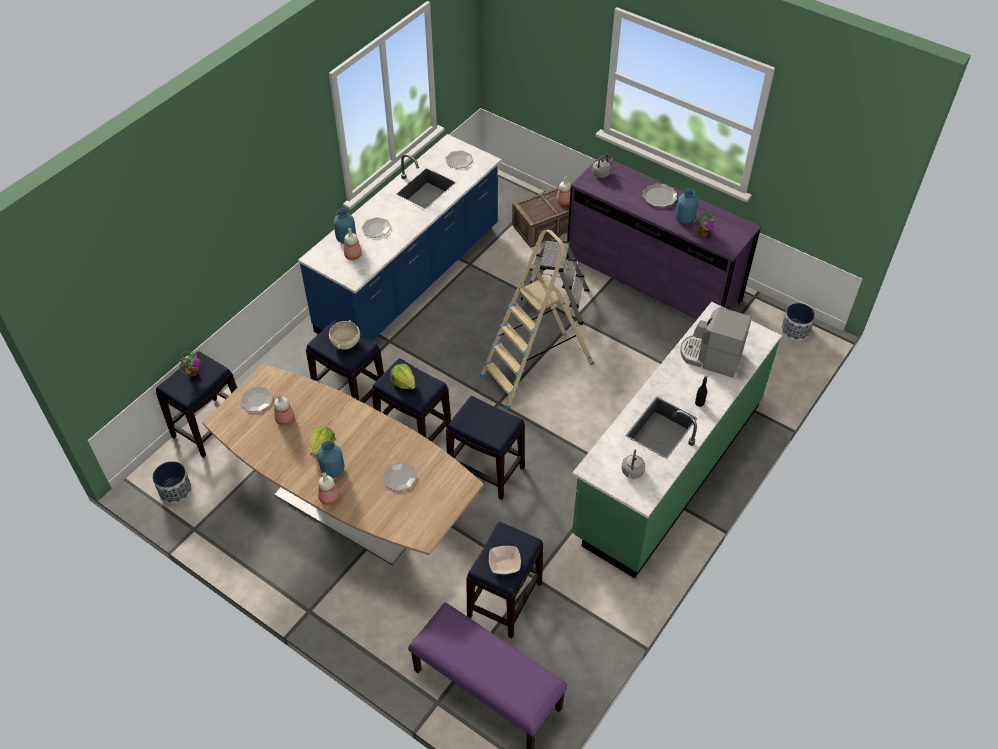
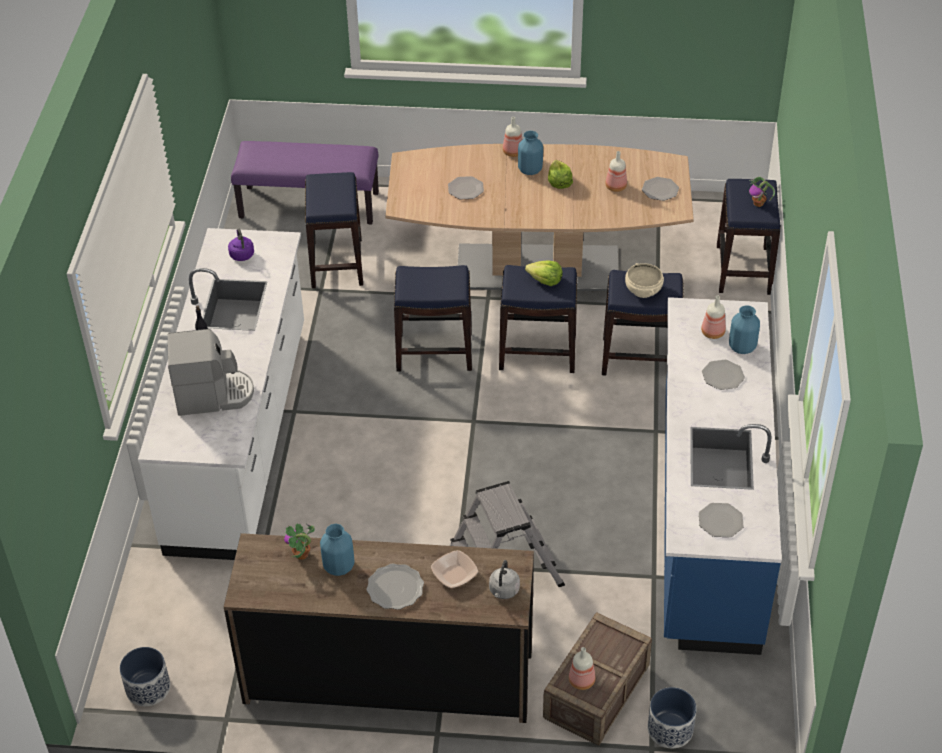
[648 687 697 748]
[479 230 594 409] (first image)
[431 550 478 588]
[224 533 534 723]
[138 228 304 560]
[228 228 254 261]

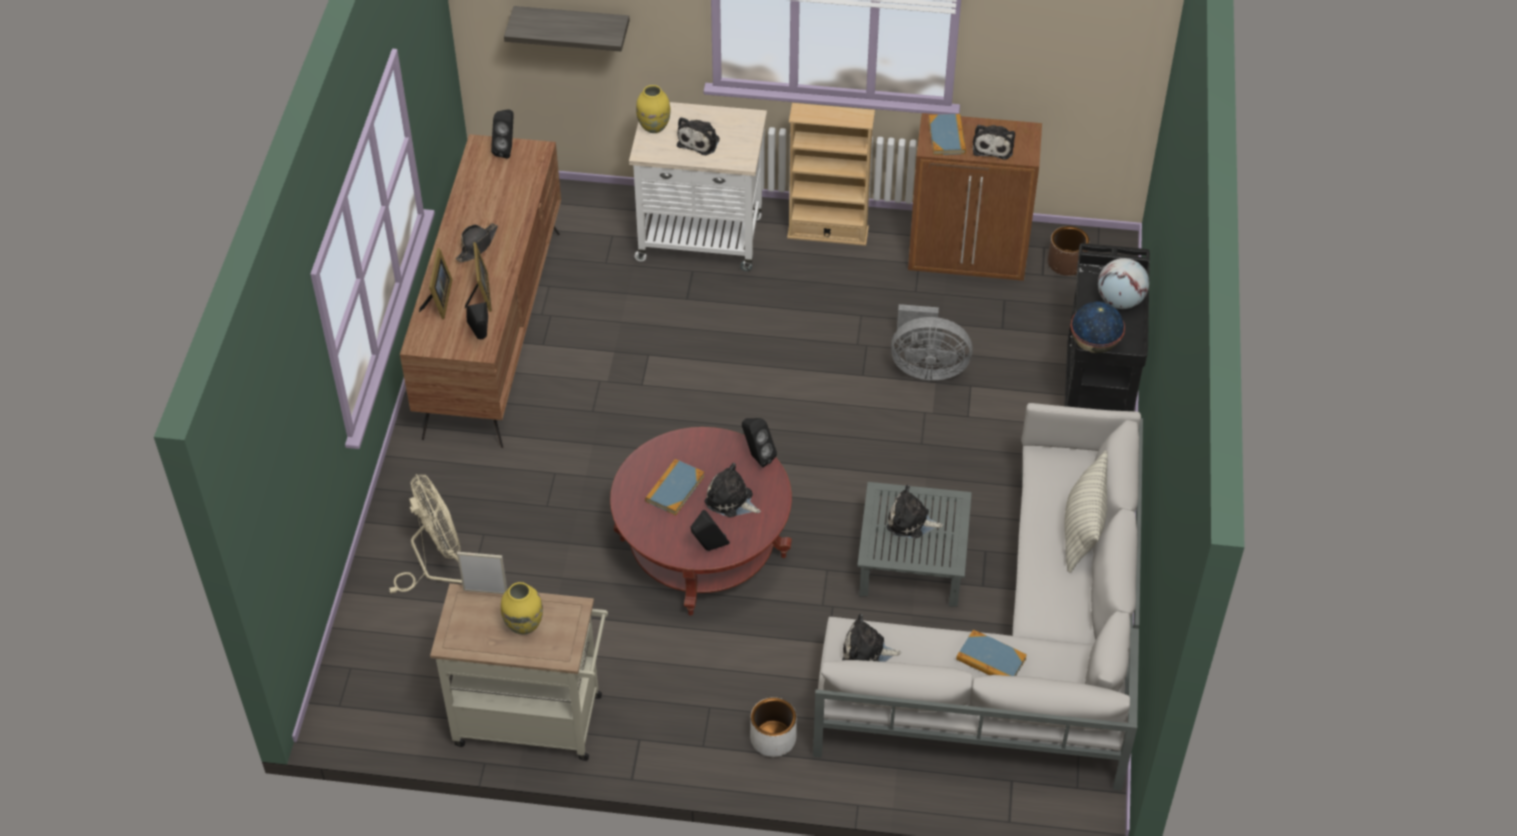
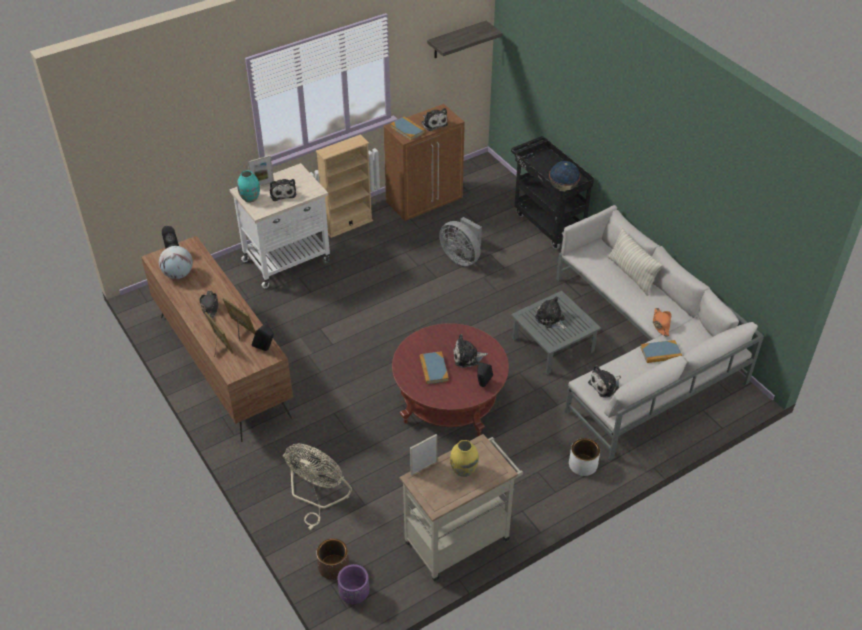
[427 21 503 58]
[237 170 260 203]
[742 418 777 468] (first image)
[535 296 567 329]
[439 217 482 266]
[316 538 349 580]
[159 246 193 279]
[248 155 274 186]
[337 564 369 604]
[653 308 672 337]

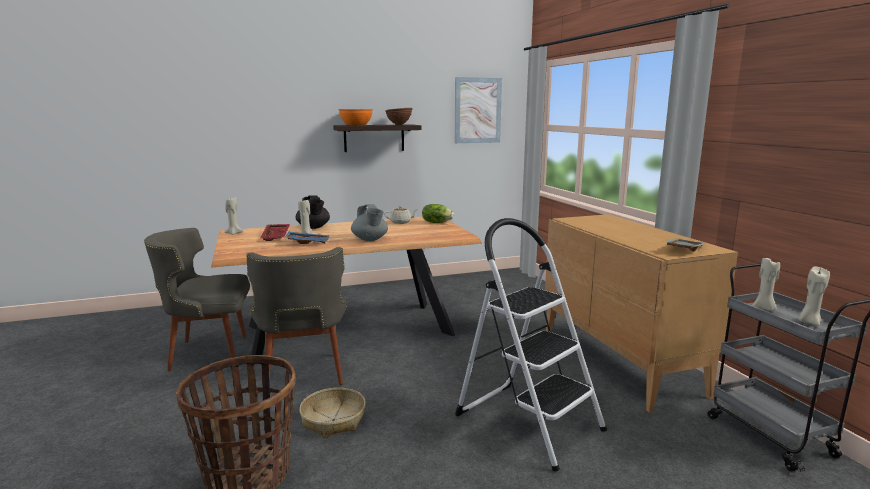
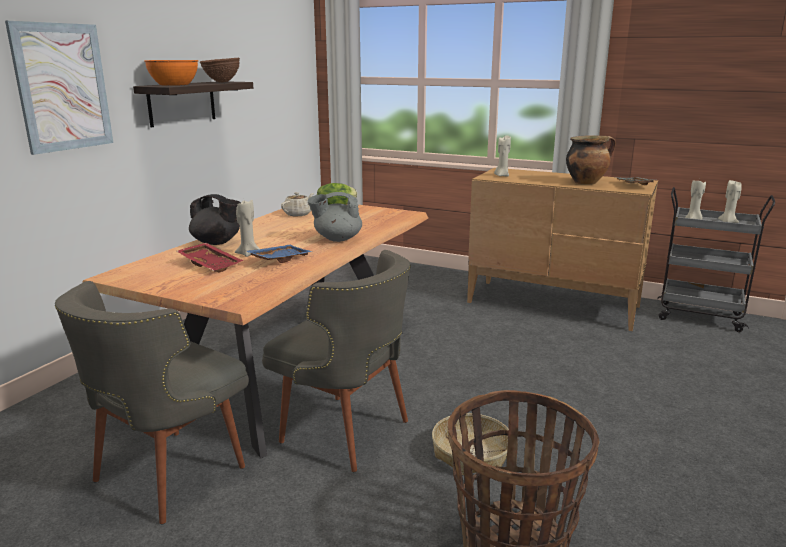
[494 136 511 177]
[308 192 362 242]
[5 21 113 155]
[455 218 607 471] (first image)
[566 135 616 185]

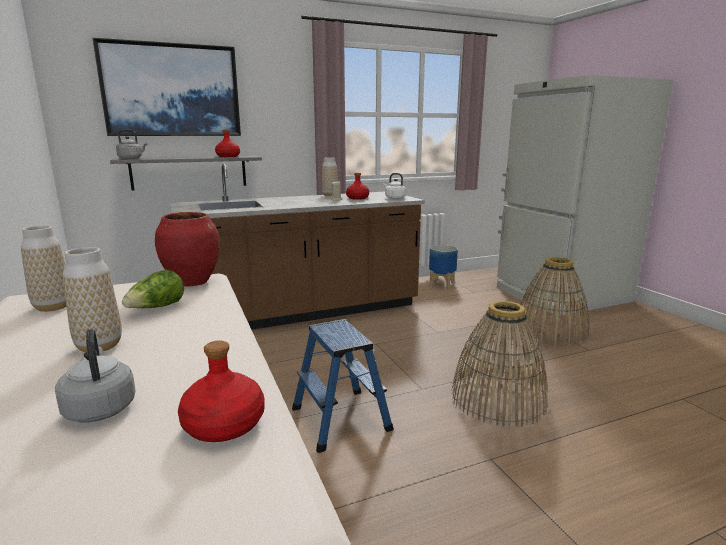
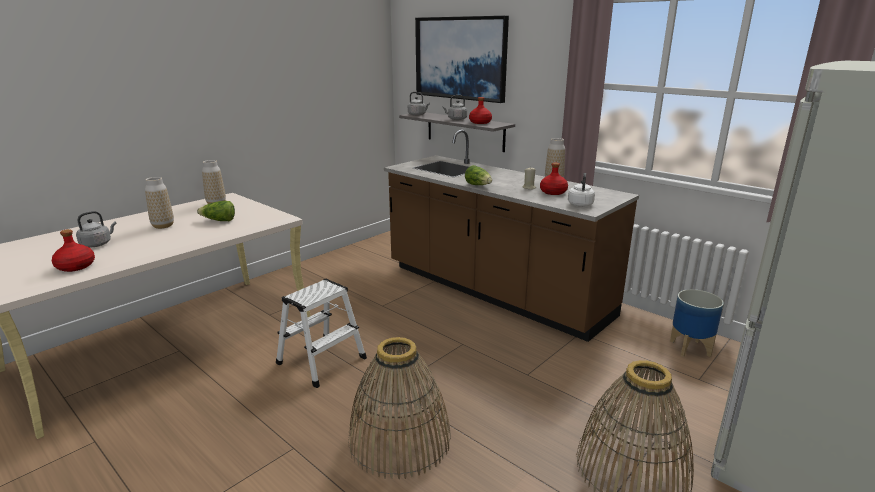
[155 212 220 287] (first image)
[276 279 367 388]
[442 95 467 120]
[465 165 492 185]

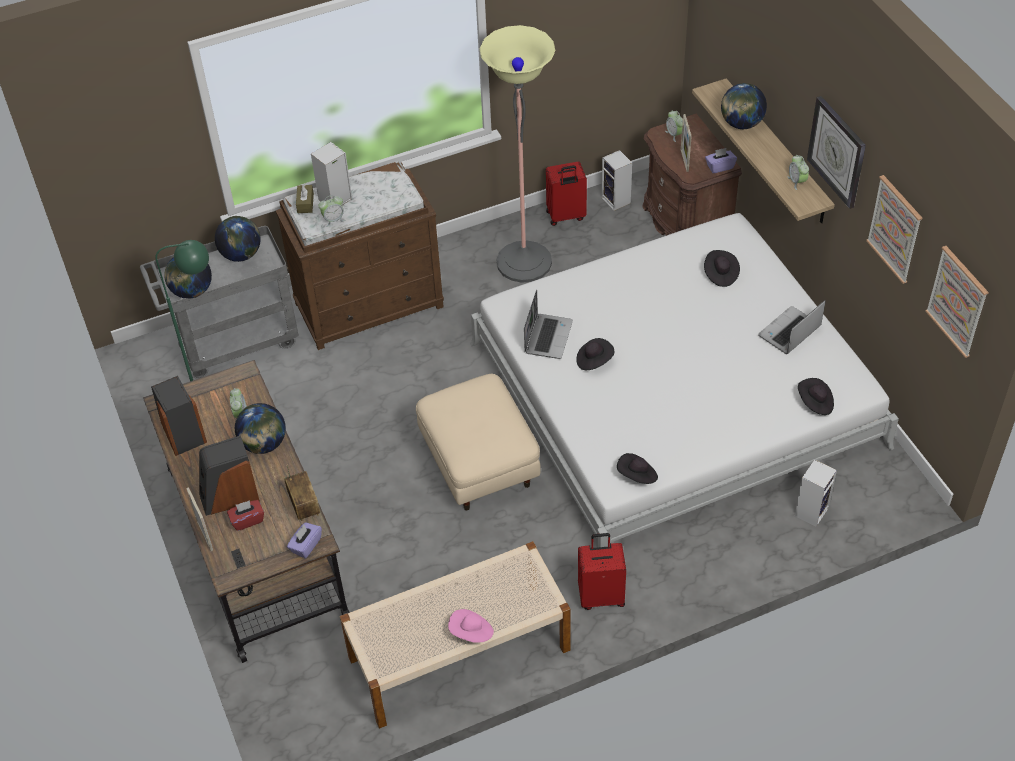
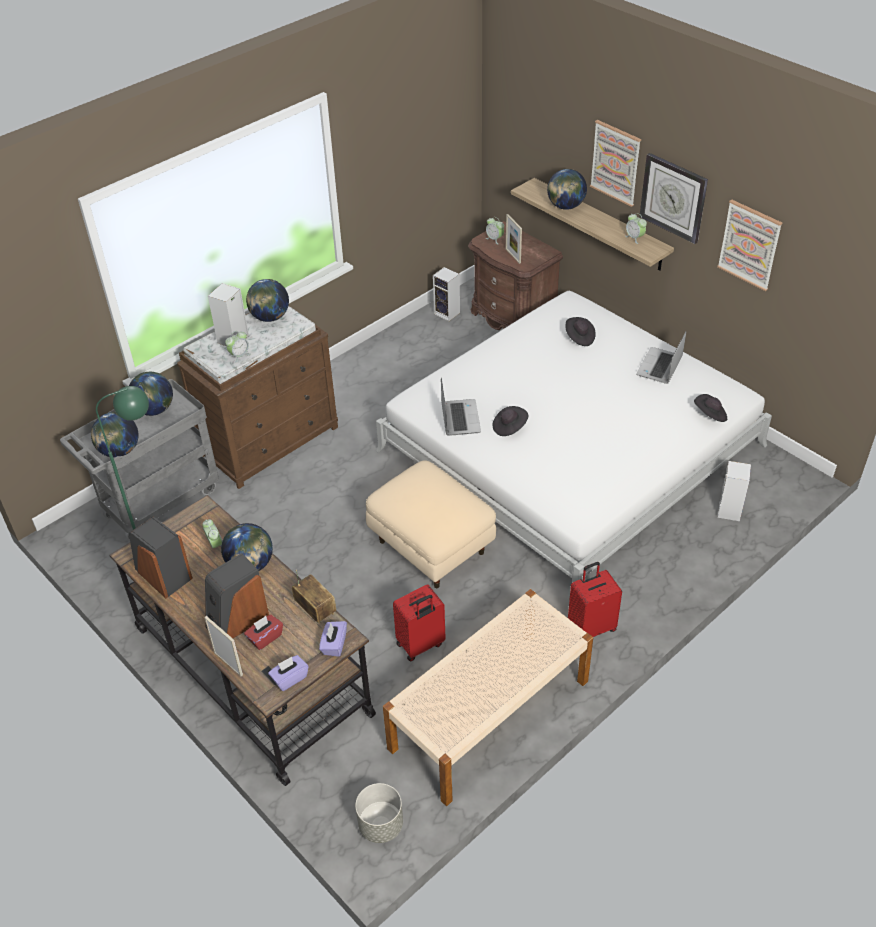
[296 184 314 213] (first image)
[448 609 494 643] (first image)
[480 25 555 283] (first image)
[393 584 446 662]
[617 453 658 484] (first image)
[268 655 308 691]
[590 120 641 207]
[246 279 289 322]
[355 783 403 843]

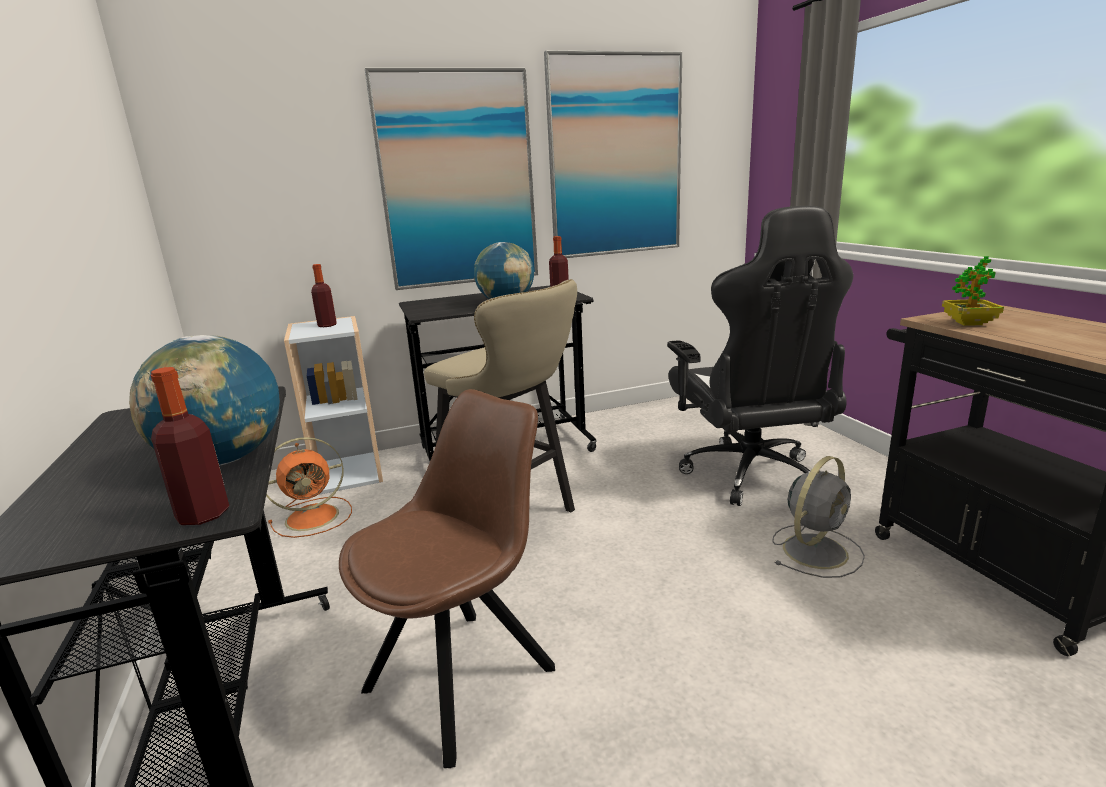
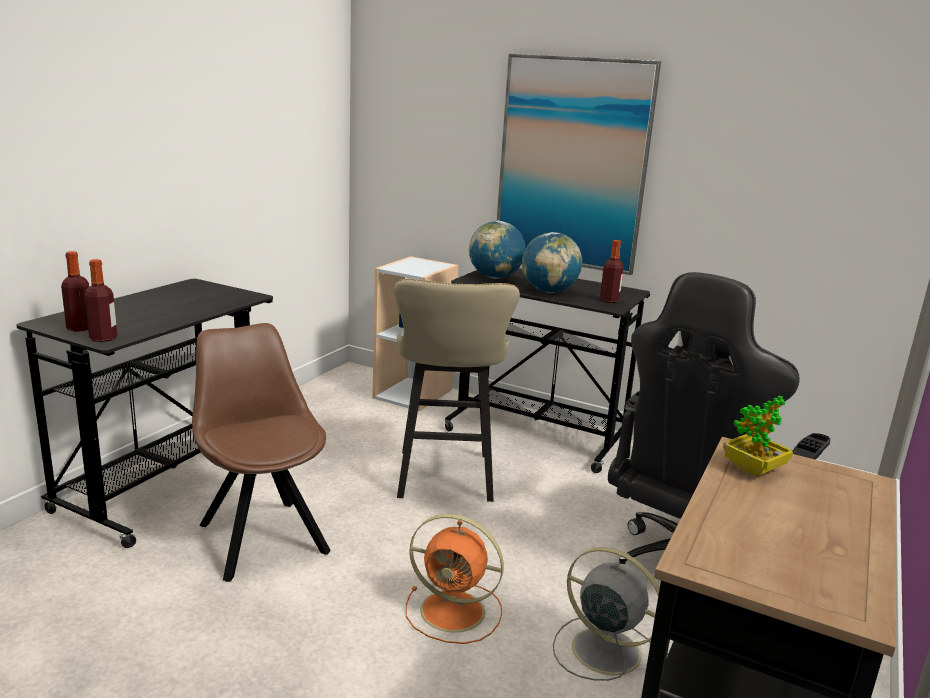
[469 221 526 279]
[406 514 504 644]
[61 251 89 332]
[192 323 330 582]
[544 50 682 258] (first image)
[553 547 660 681]

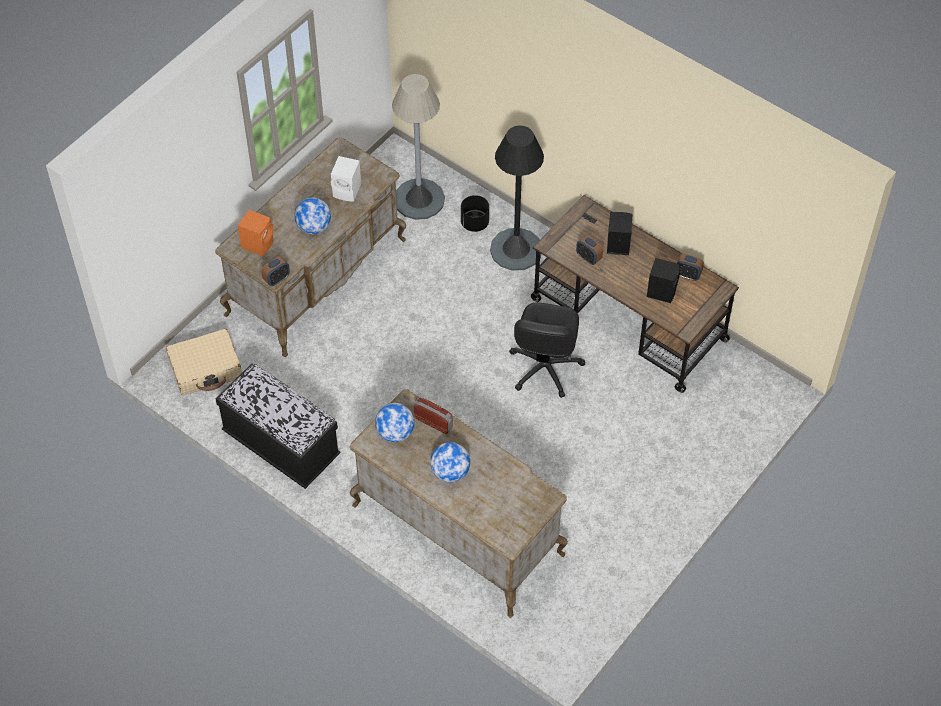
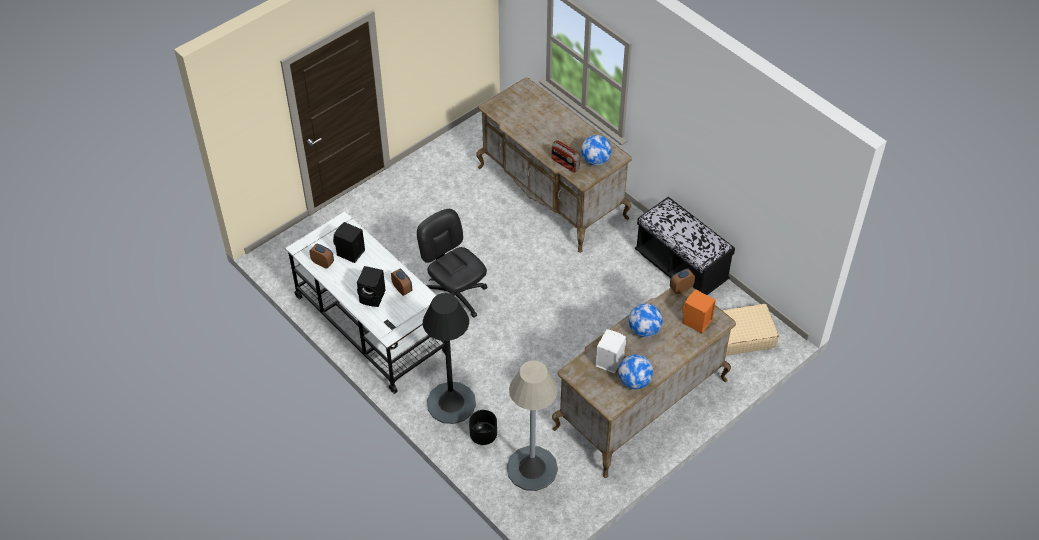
[618 354 653 389]
[417 209 487 318]
[285 211 445 394]

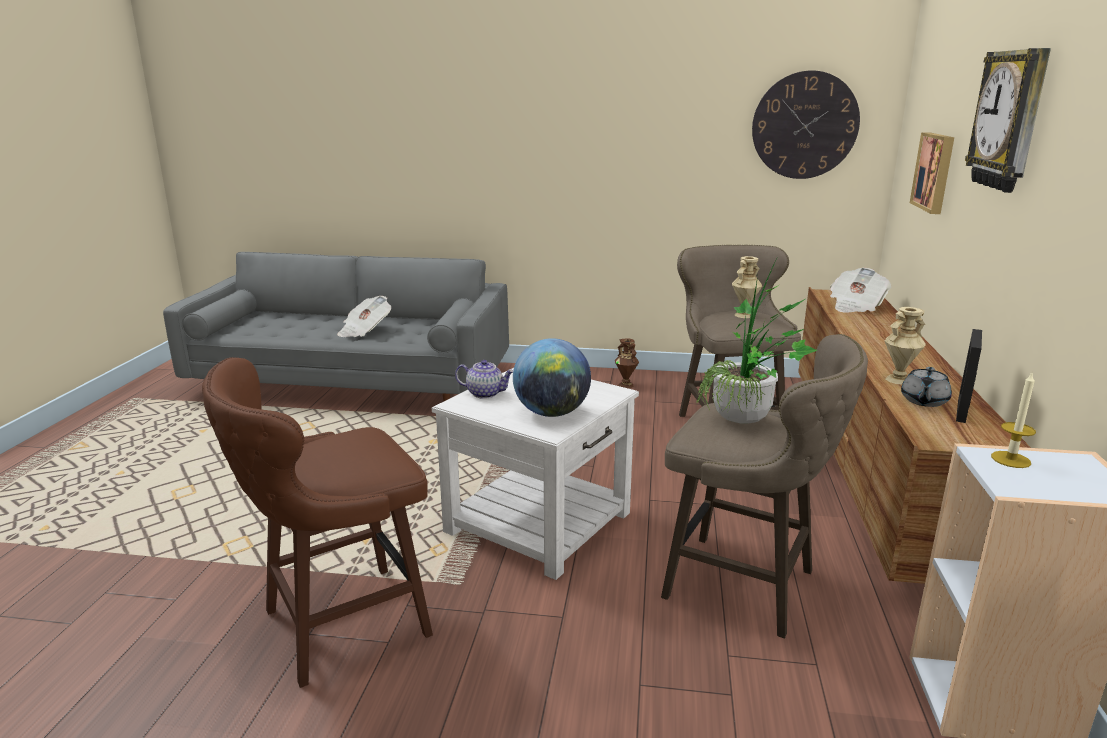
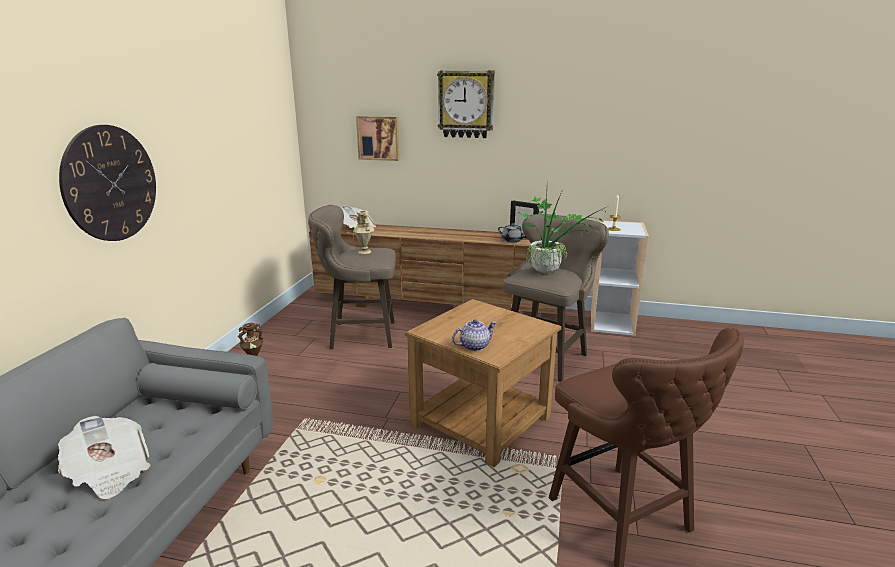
[405 299 562 467]
[452 319 497 351]
[513 338 591 417] (first image)
[59 125 156 241]
[885 307 926 384] (first image)

